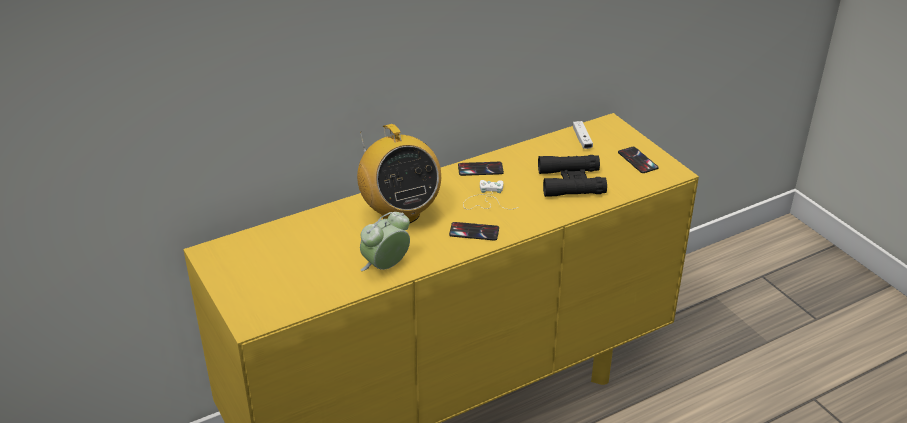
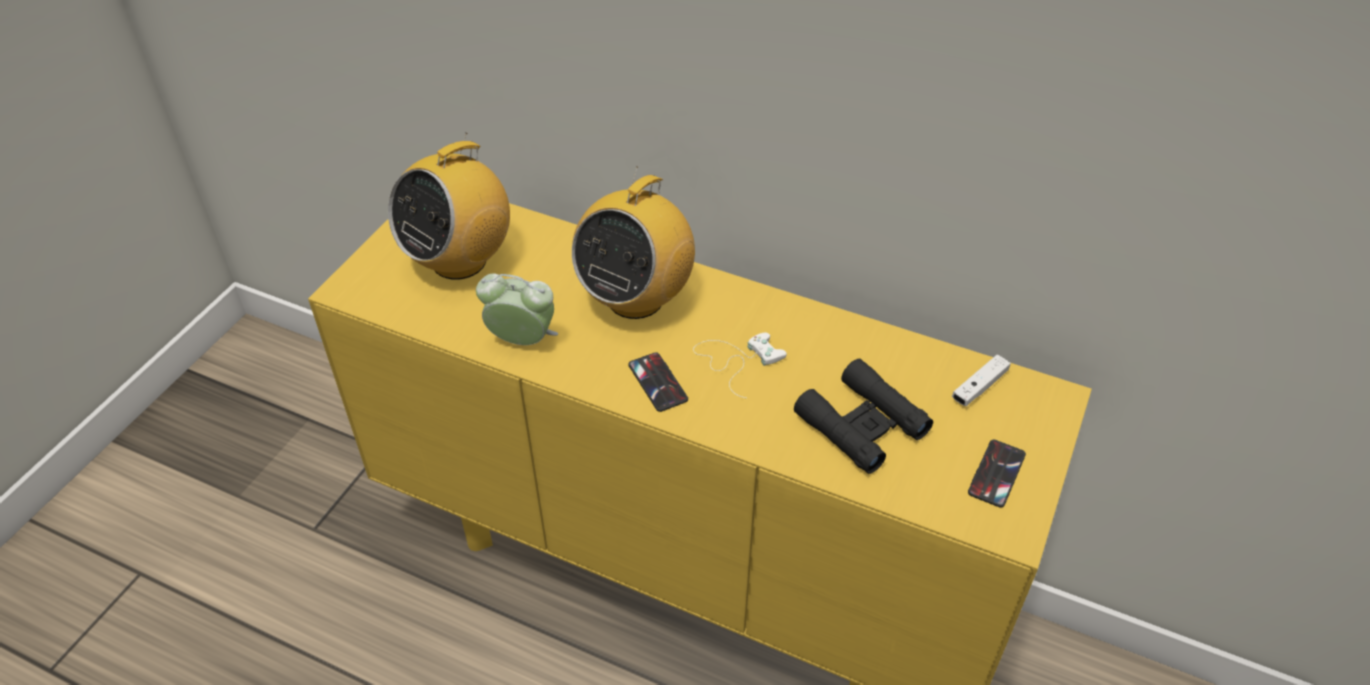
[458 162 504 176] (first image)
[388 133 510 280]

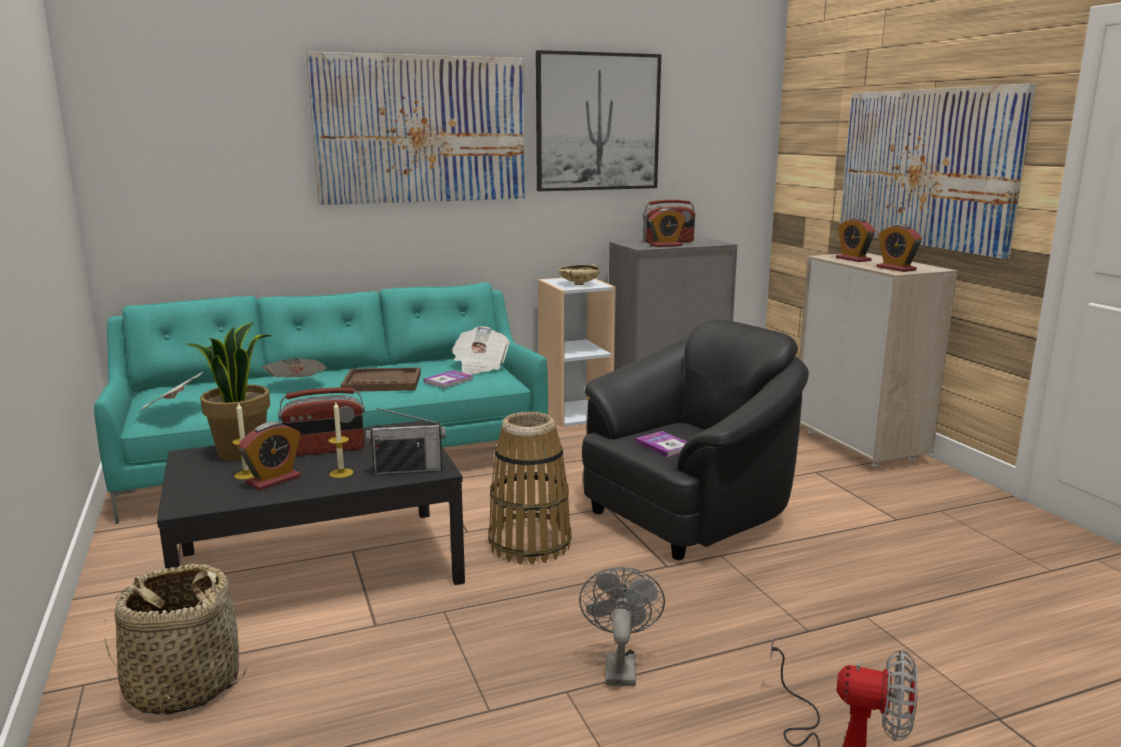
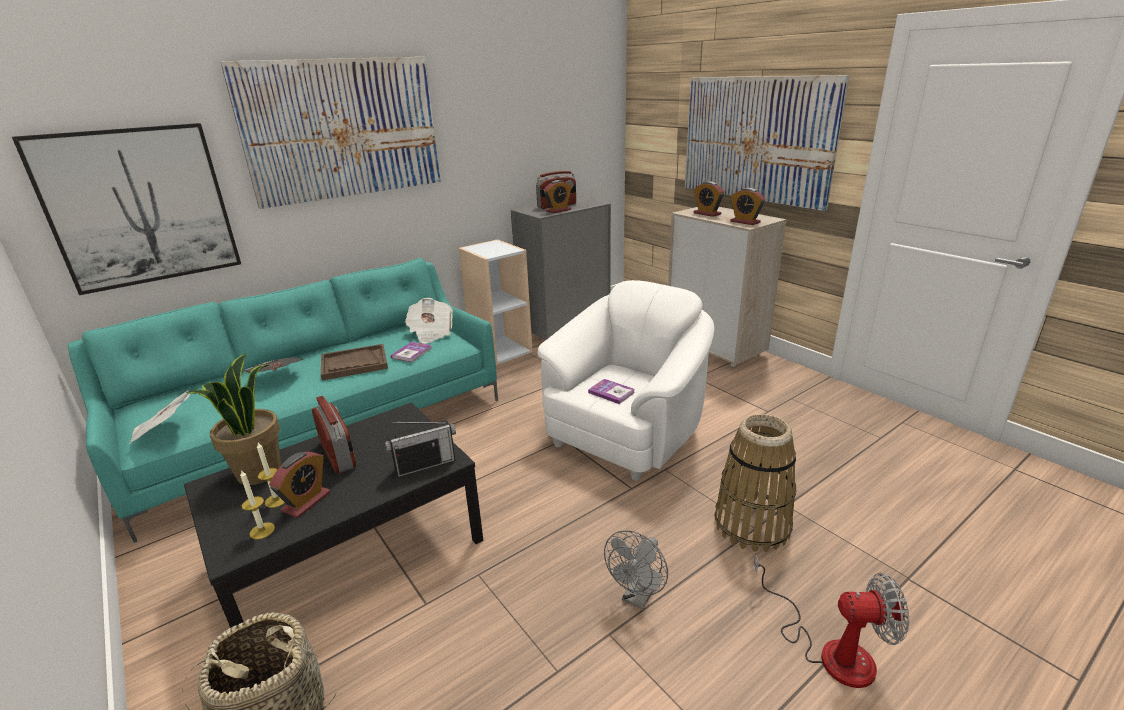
[312 396 356 474]
[240 470 275 539]
[714 414 796 552]
[12 123 241 295]
[558 264 600 285] (first image)
[604 530 668 609]
[537 280 714 481]

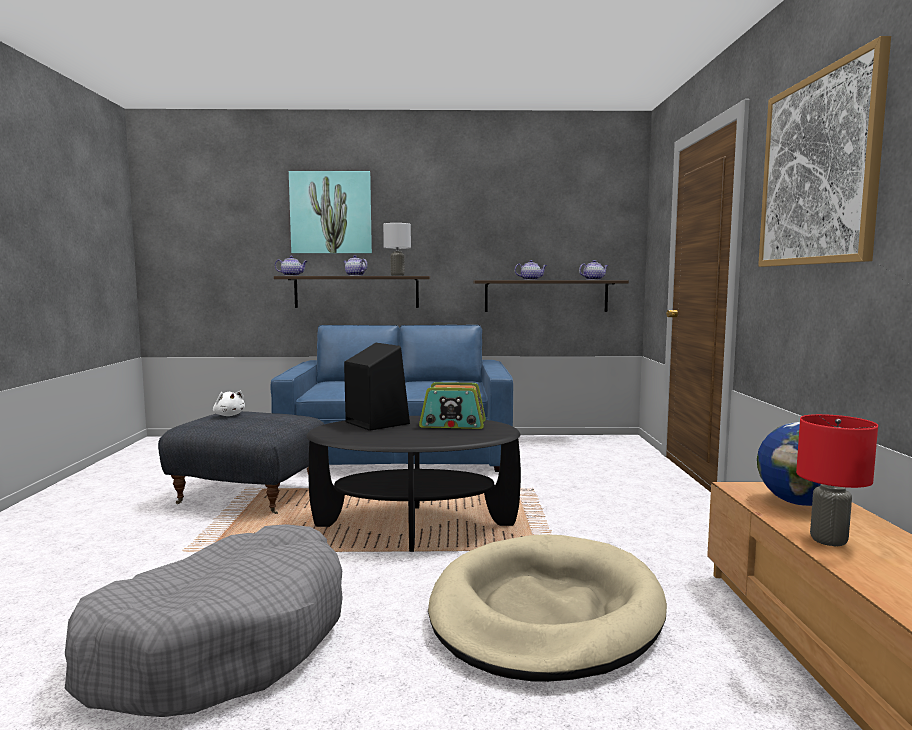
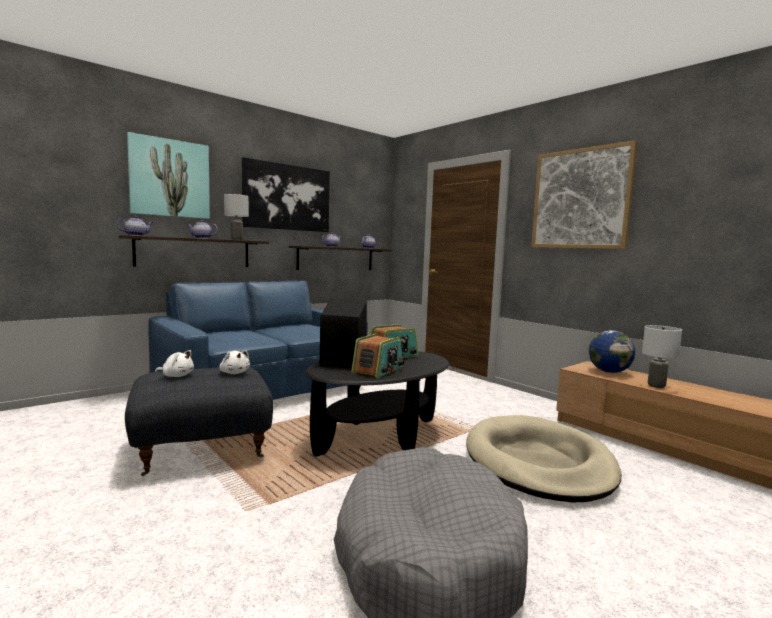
[642 325 682 388]
[219 350 250 374]
[242 157 330 232]
[351 334 404 378]

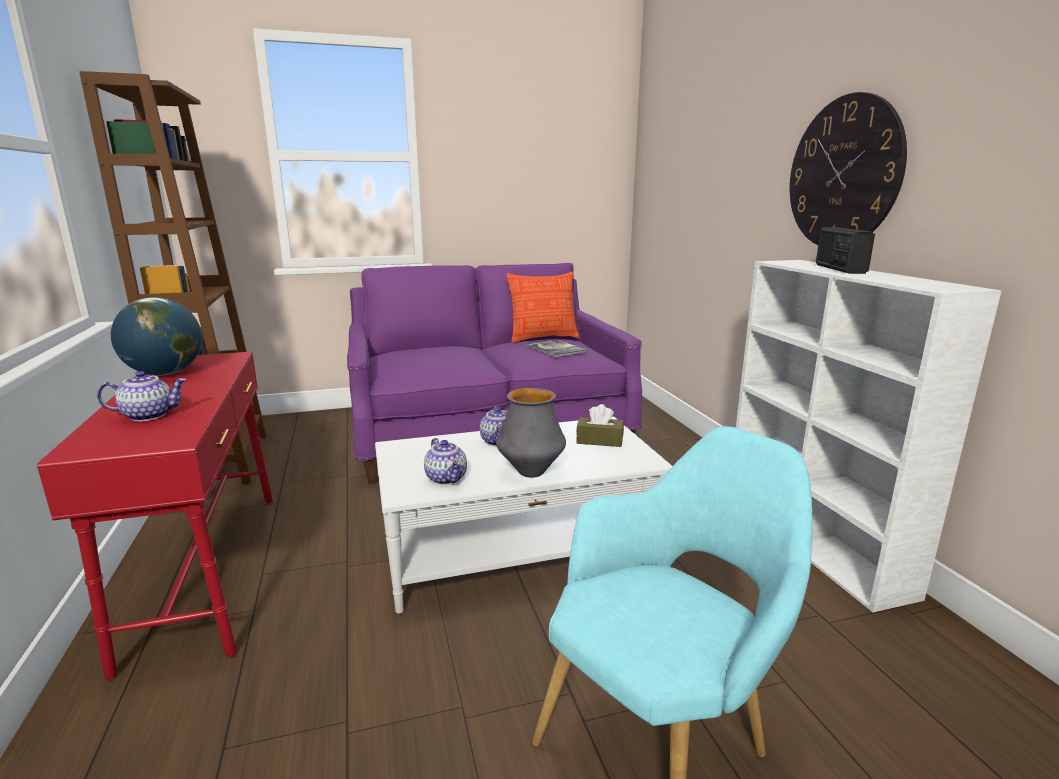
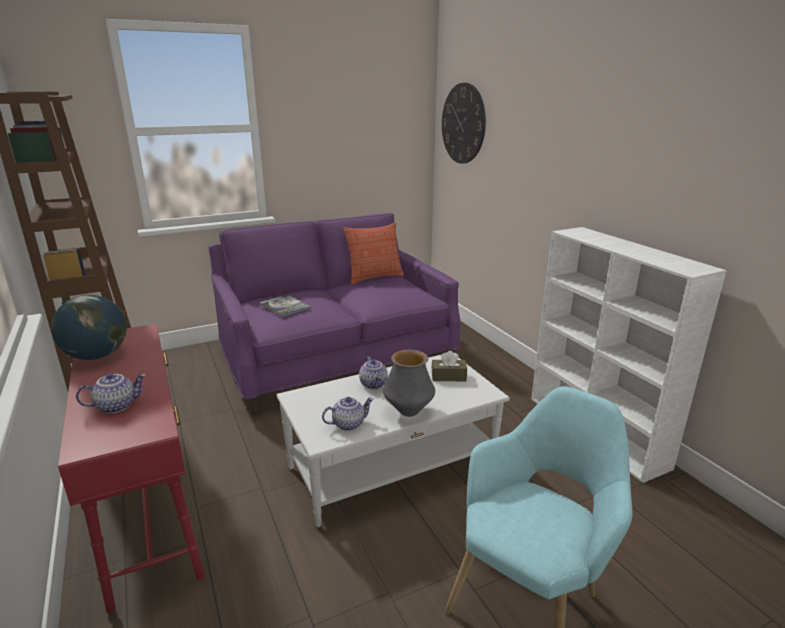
[322 397 374 431]
[260 295 311 317]
[442 83 486 164]
[816 227 875 274] (first image)

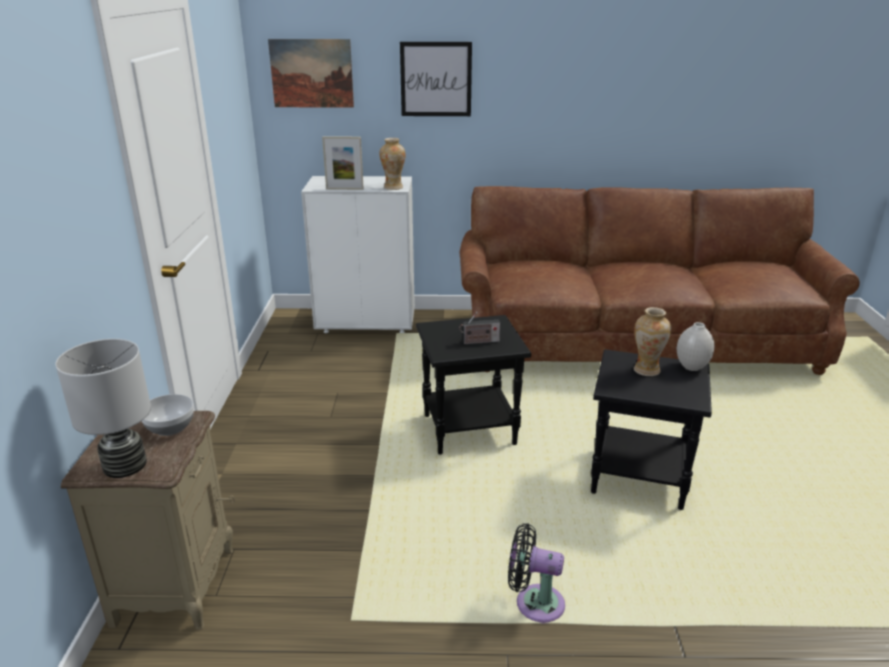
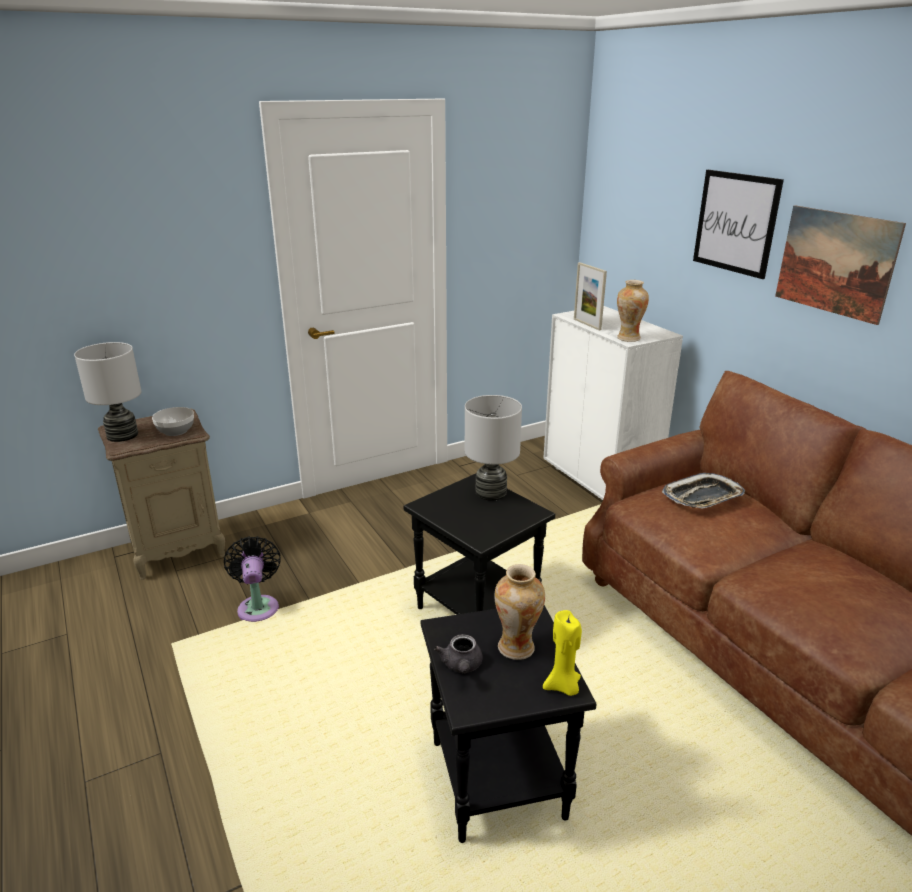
[775 206 906 325]
[459 312 500 344] (first image)
[224 536 280 622]
[543 610 582 696]
[434 634 483 674]
[465 395 522 501]
[662 473 745 509]

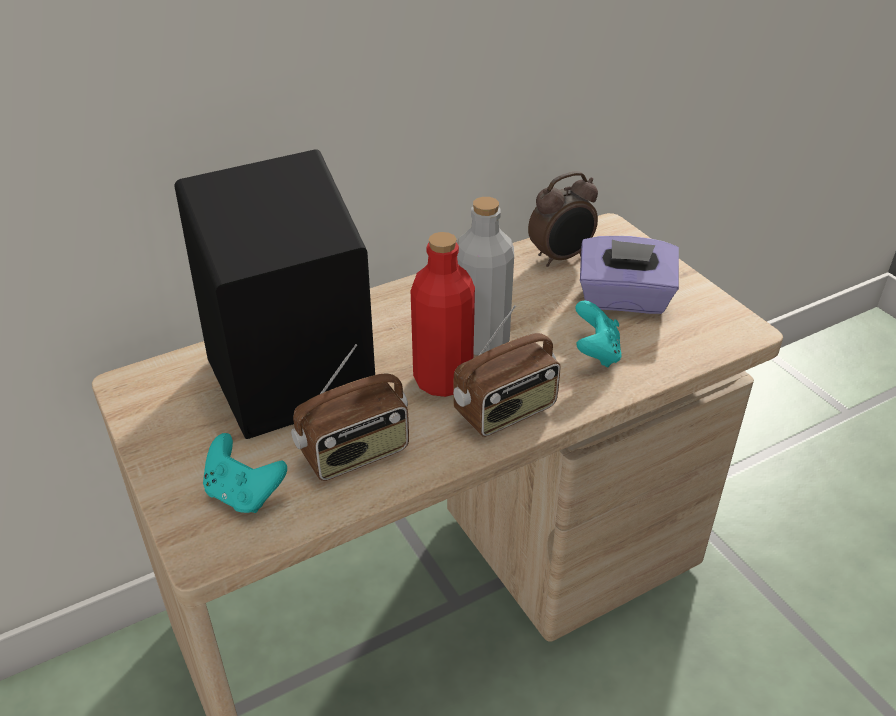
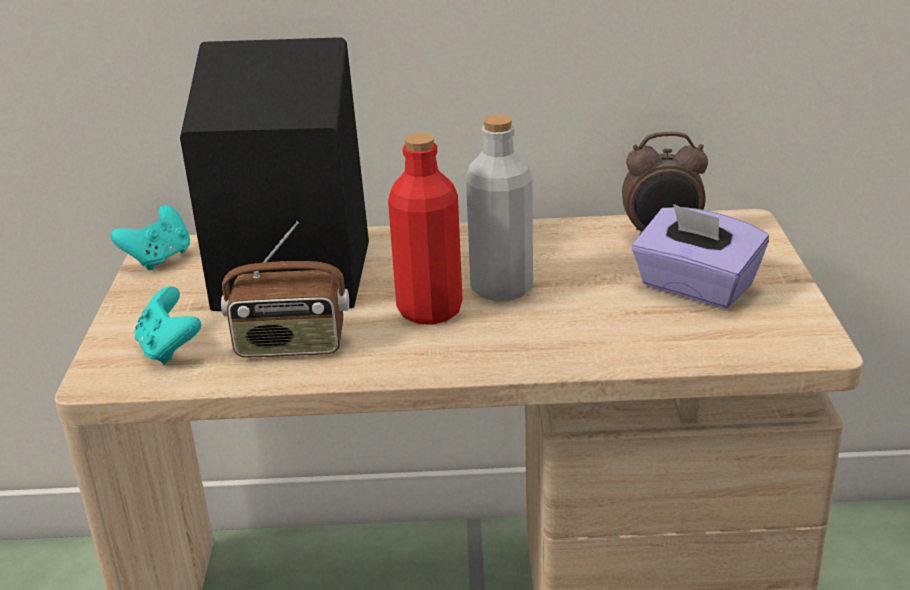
[453 305 561 437] (first image)
[111 205 190 270]

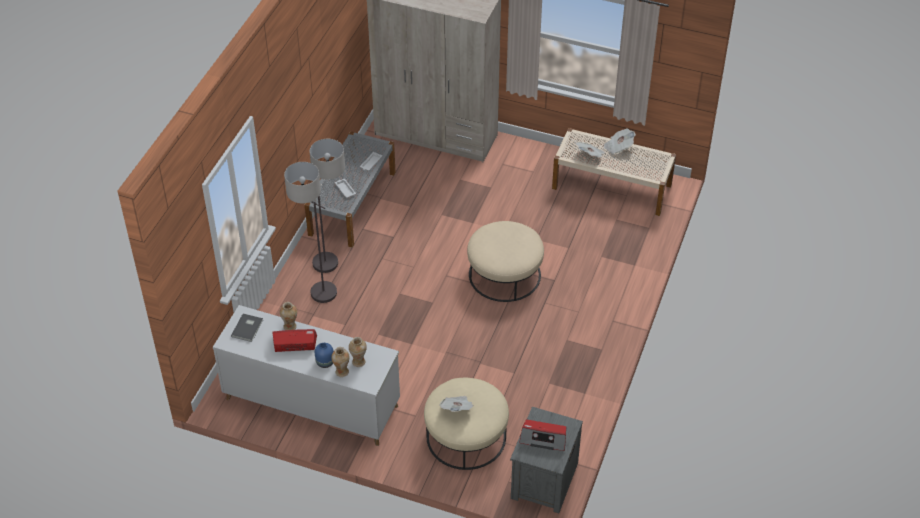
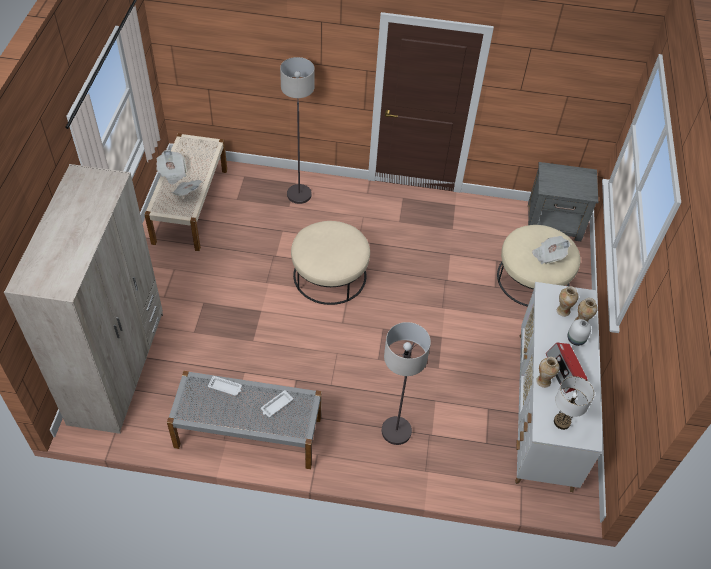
[554 376 594 430]
[280 57 315 204]
[567 319 591 346]
[519 420 566 451] (first image)

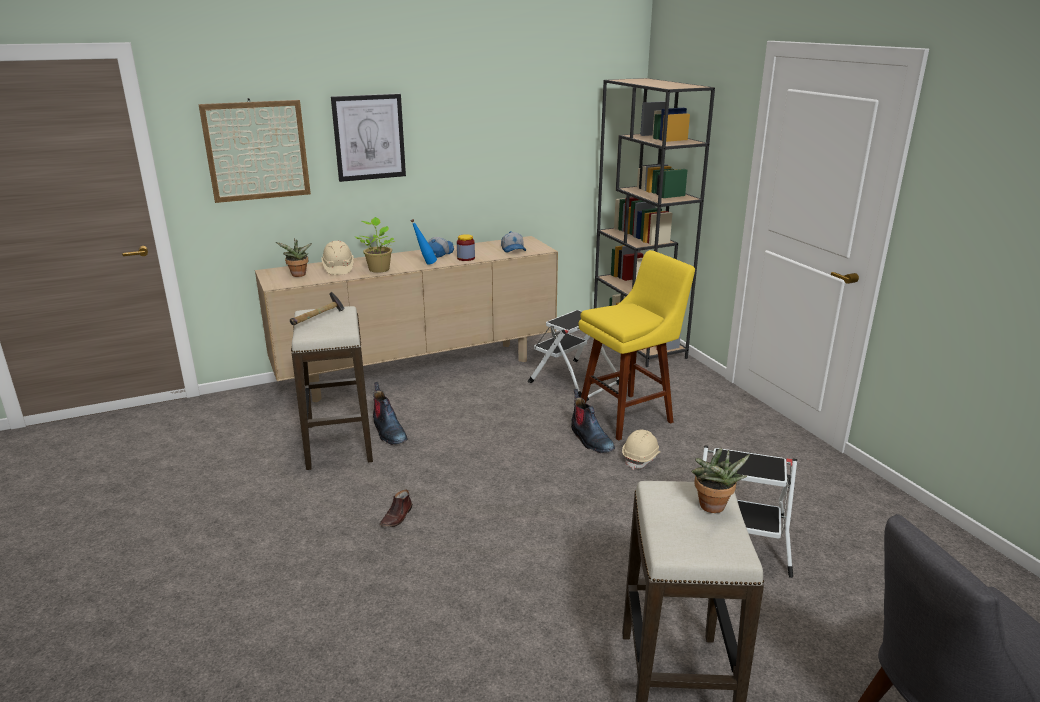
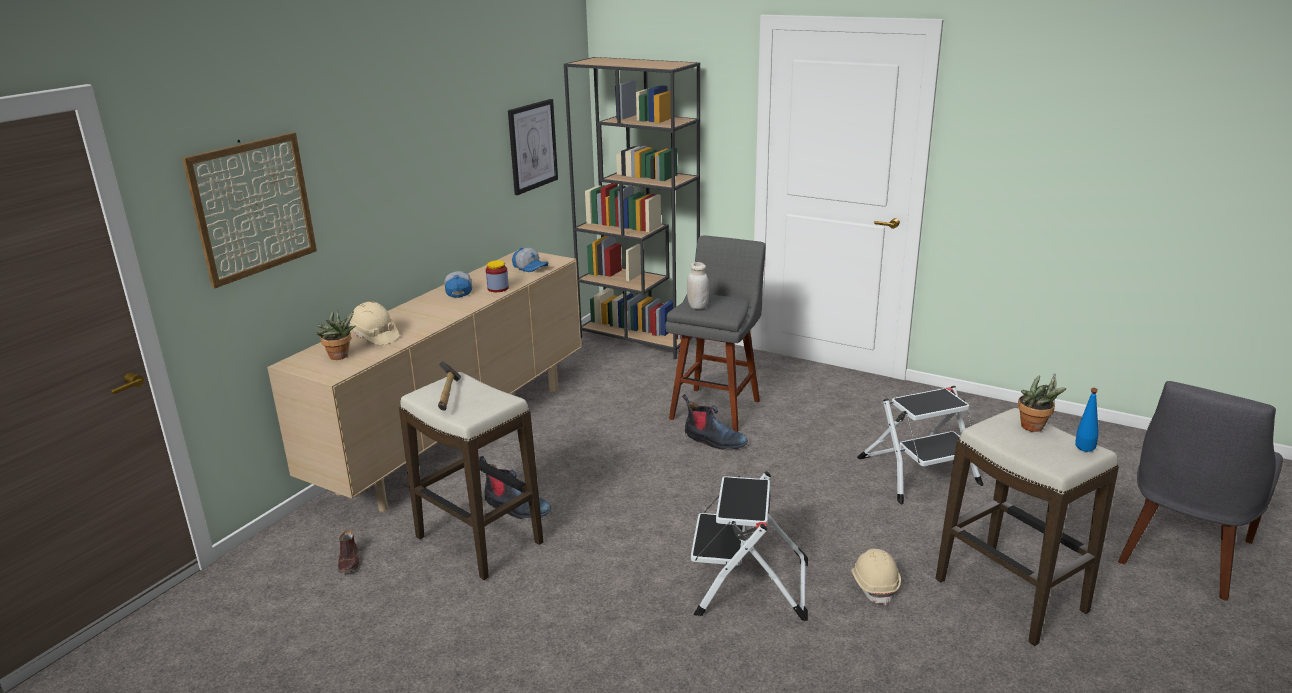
[508 99 558 195]
[354 217 395 273] (first image)
[338 530 359 573]
[1075 388 1099 452]
[691 471 808 621]
[665 235 766 432]
[851 549 901 605]
[687 262 709 309]

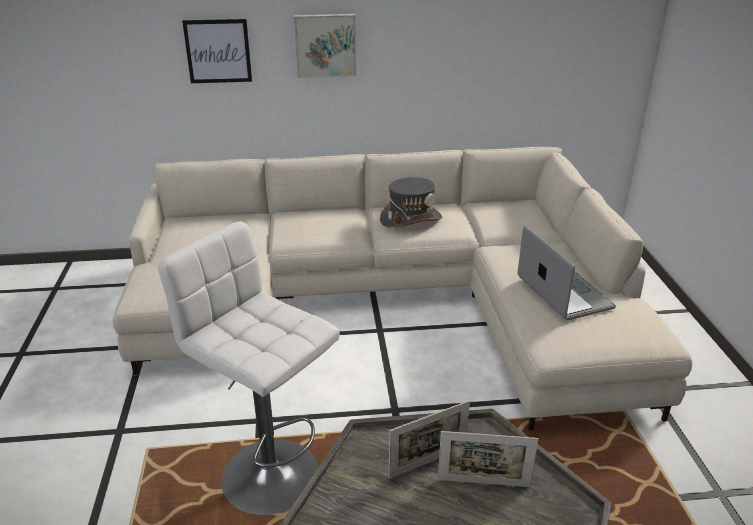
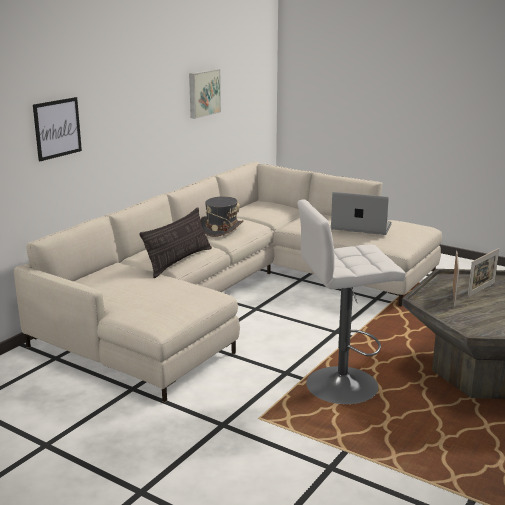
[189 69 221 119]
[139 207 212 278]

